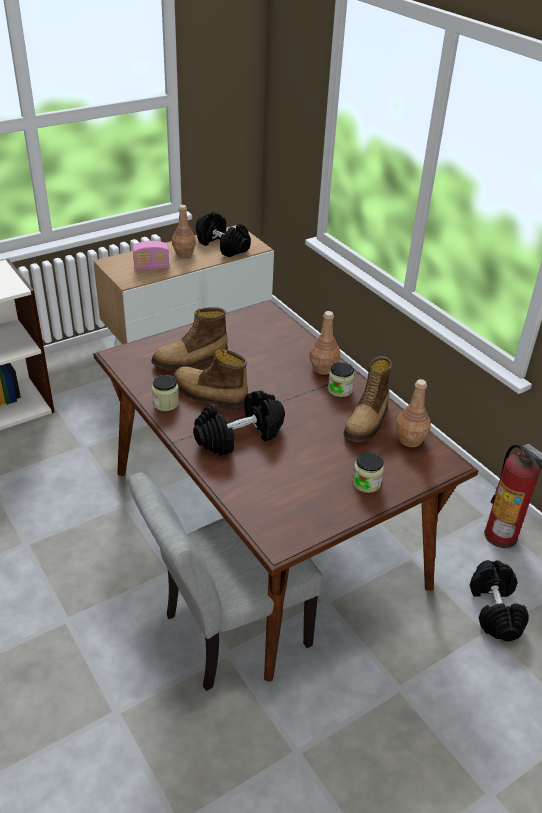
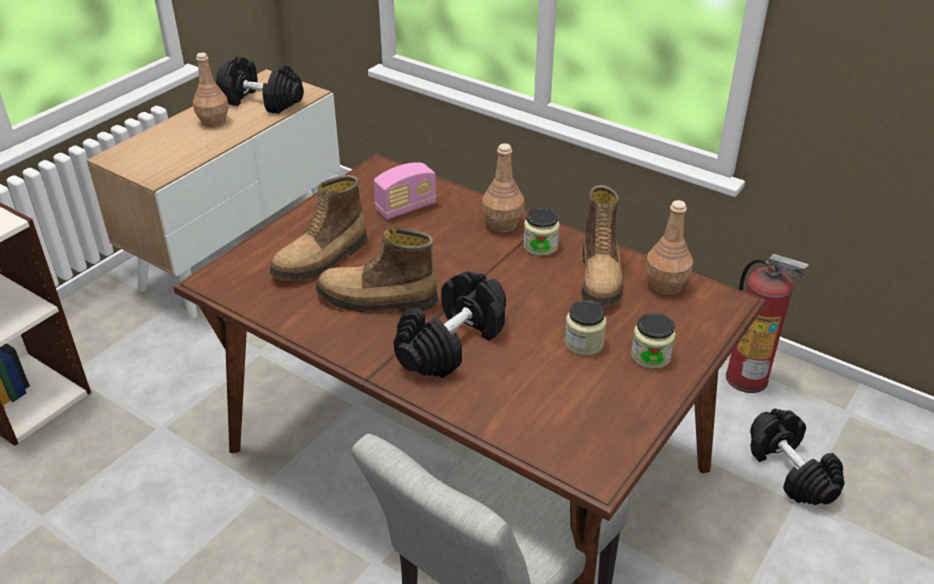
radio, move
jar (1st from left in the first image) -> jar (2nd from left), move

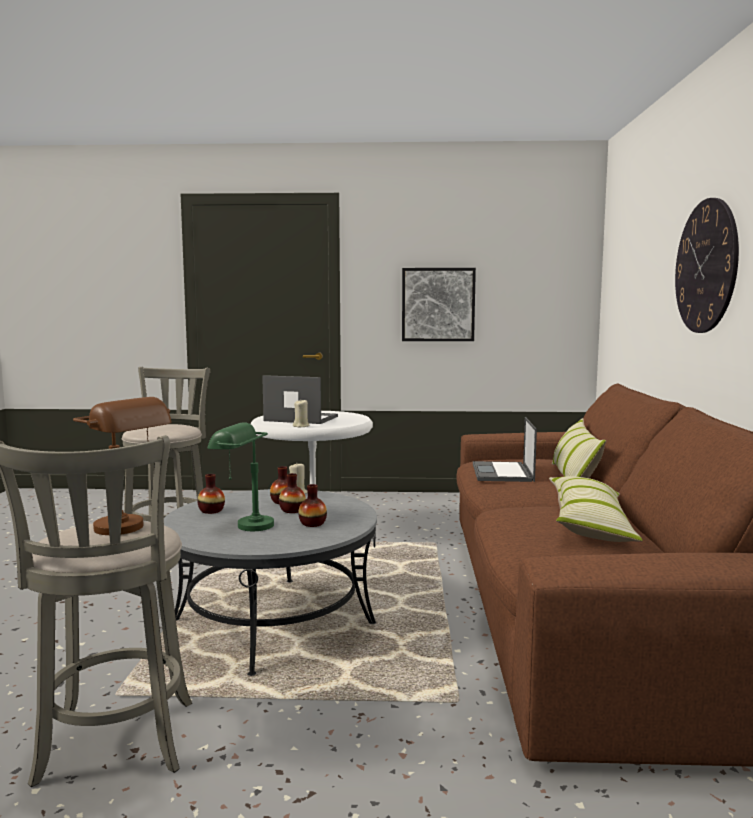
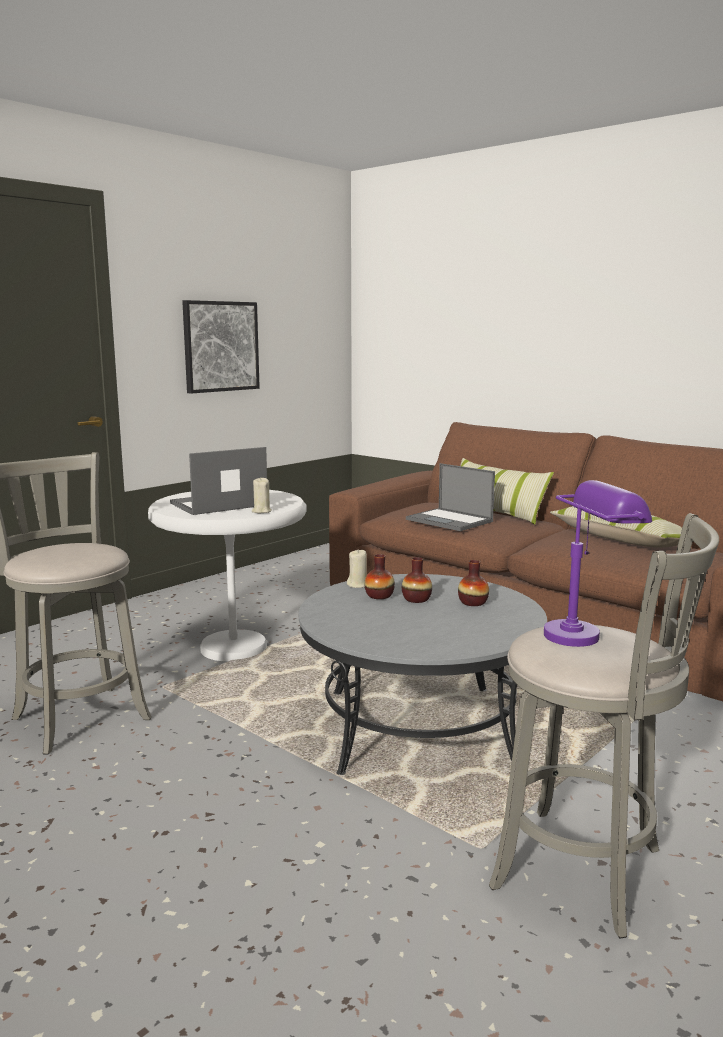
table lamp (brown) -> table lamp (purple)
vase (1st from left) -> none
table lamp (green) -> none
wall clock -> none

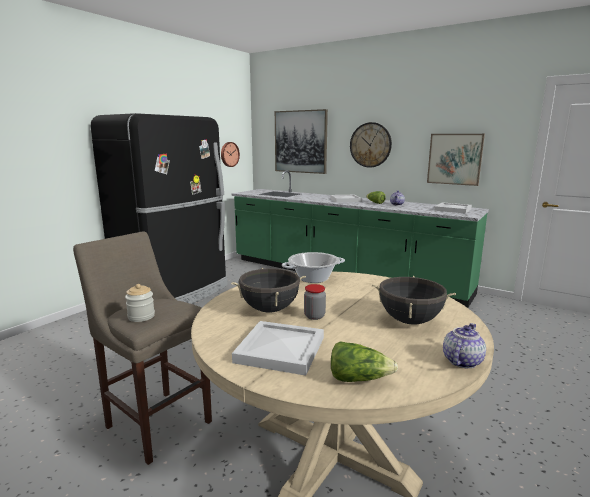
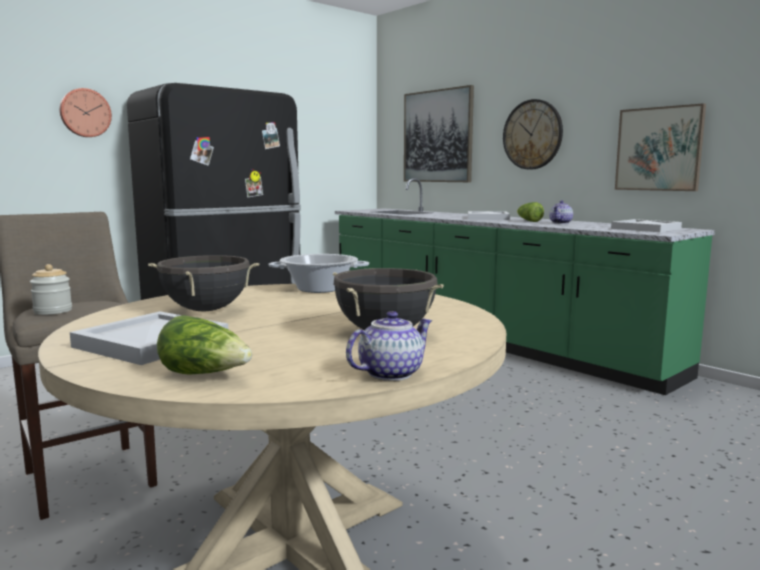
wall clock (1st from left), move
jar (2nd from left) -> none

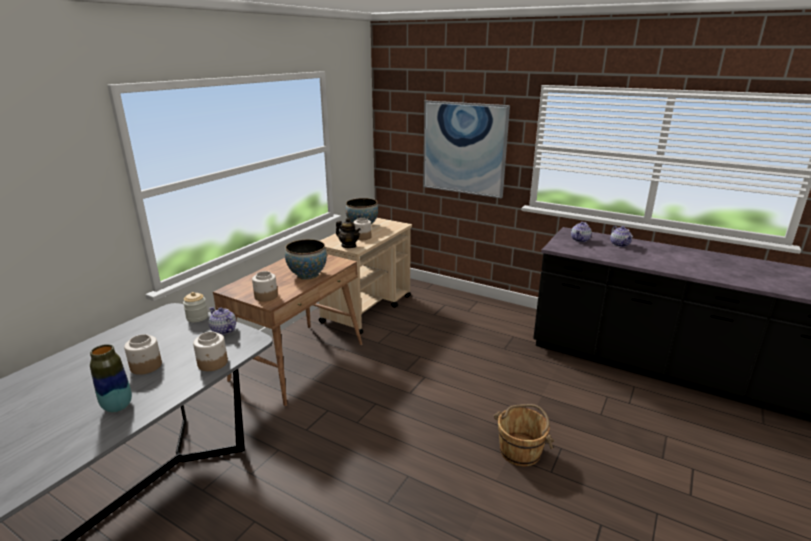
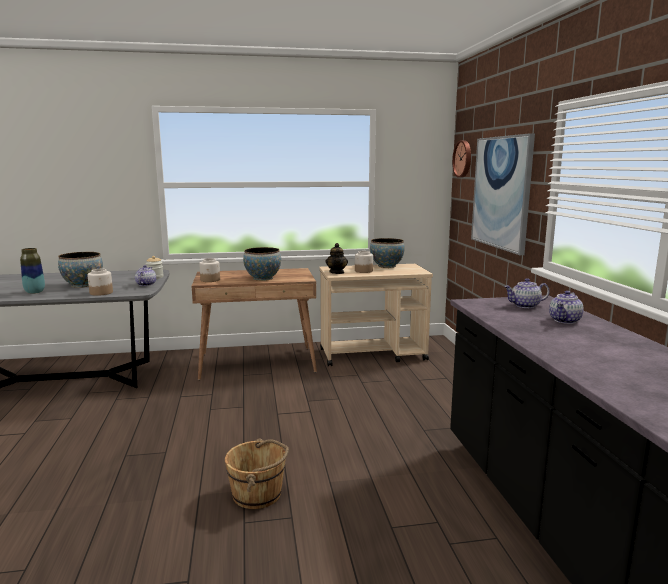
jar (1st from left) -> bowl (1st from left)
none -> wall clock

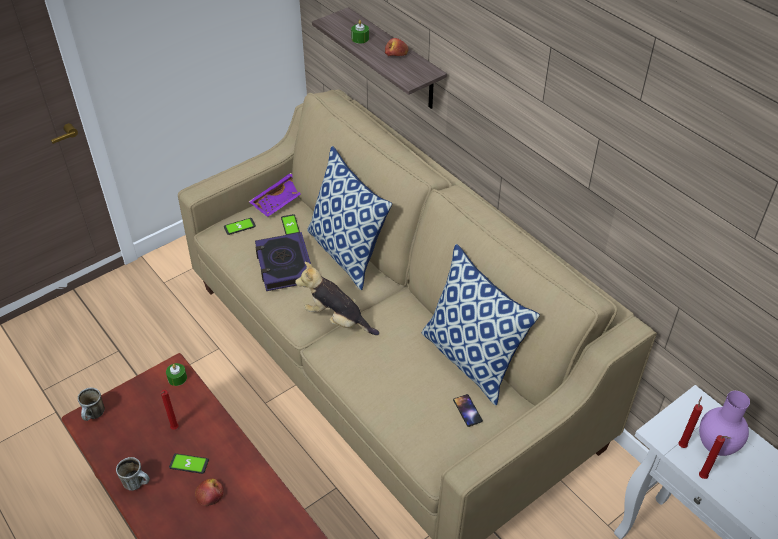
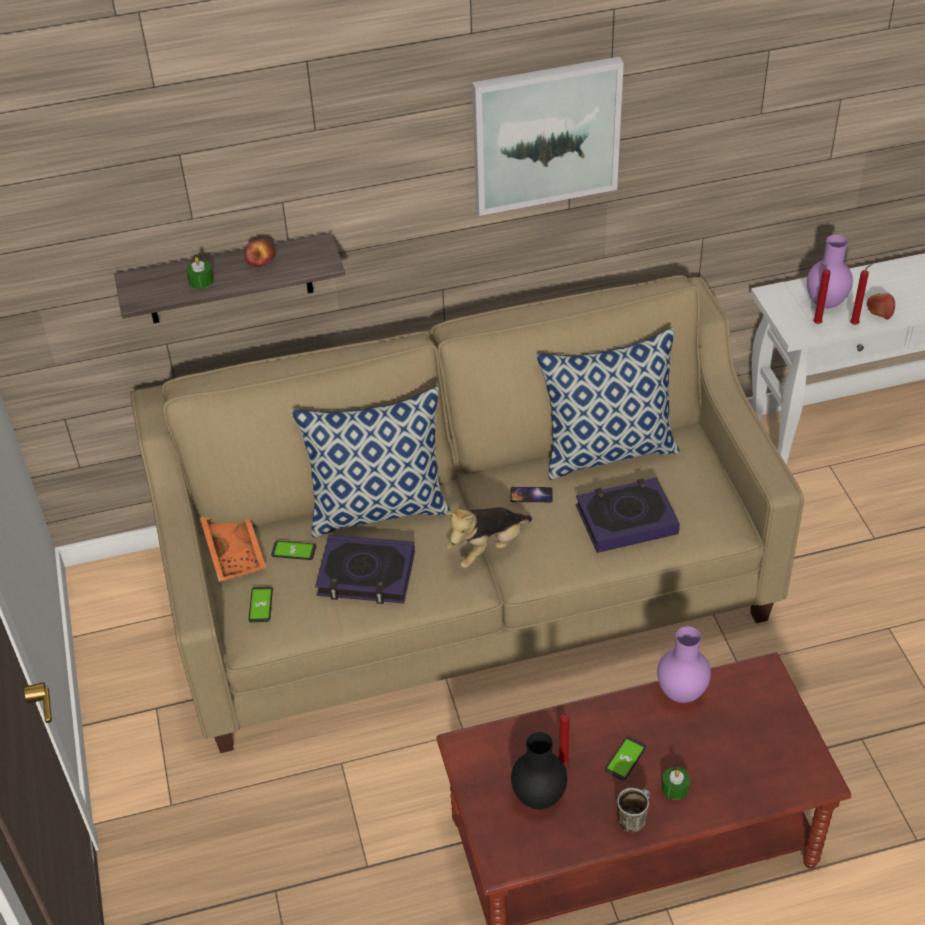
mug (1st from left) -> none
candle (green) (1st from left in the first image) -> candle (green) (2nd from left), move
apple (1st from left in the first image) -> apple (2nd from left), move
tray (purple) -> tray (orange)
phone (4th from left in the first image) -> phone (3rd from left), move
none -> picture
none -> vase (black)
none -> book (2nd from left)
none -> vase (purple) (1st from left)

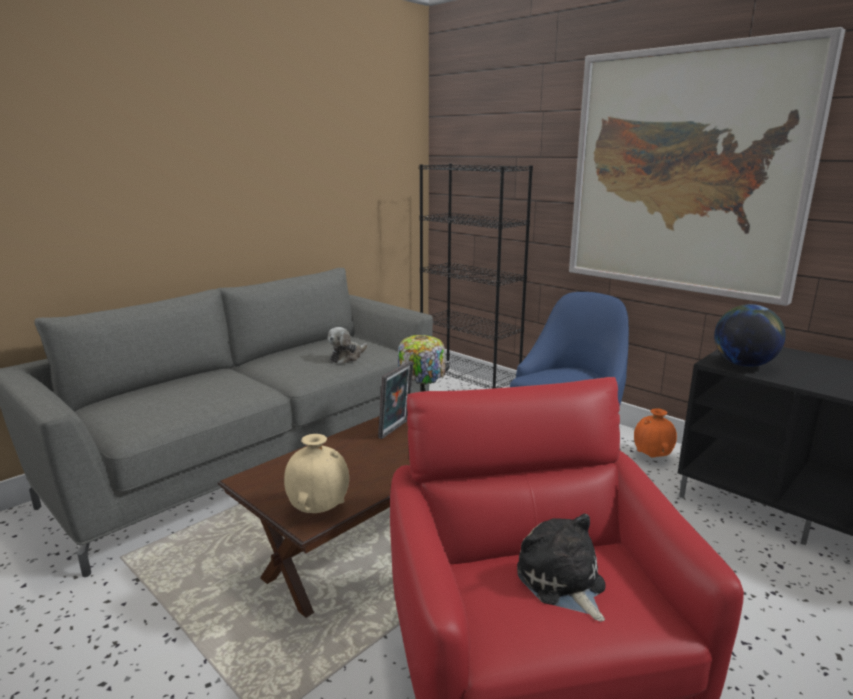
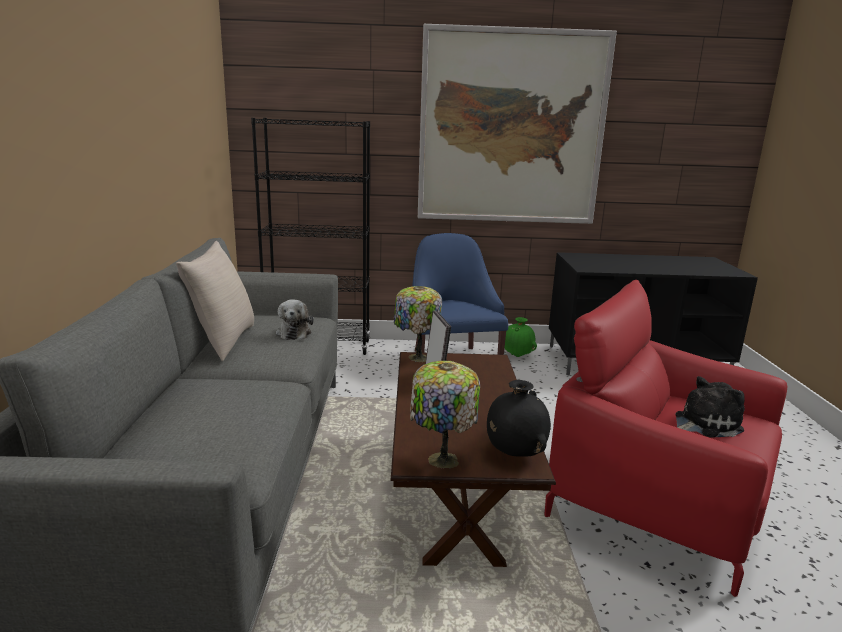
vase (beige) -> vase (black)
plush toy (2nd from left), 135 degrees clockwise
vase (orange) -> vase (green)
globe -> none
none -> pillow (beige)
none -> table lamp (2nd from left)

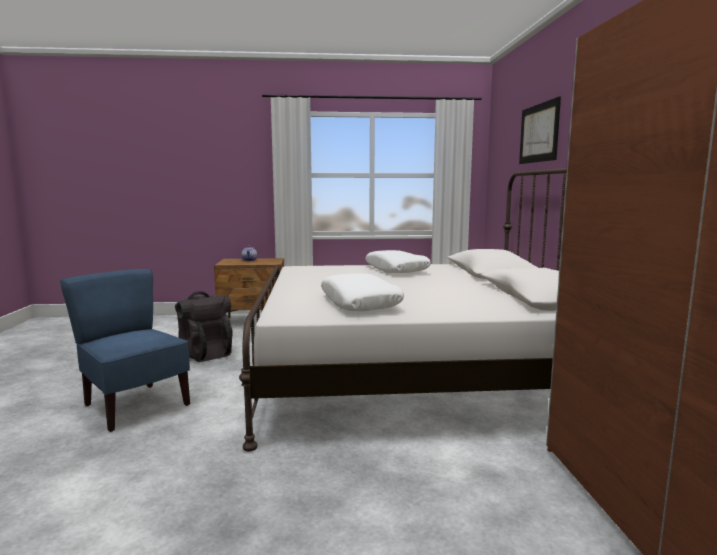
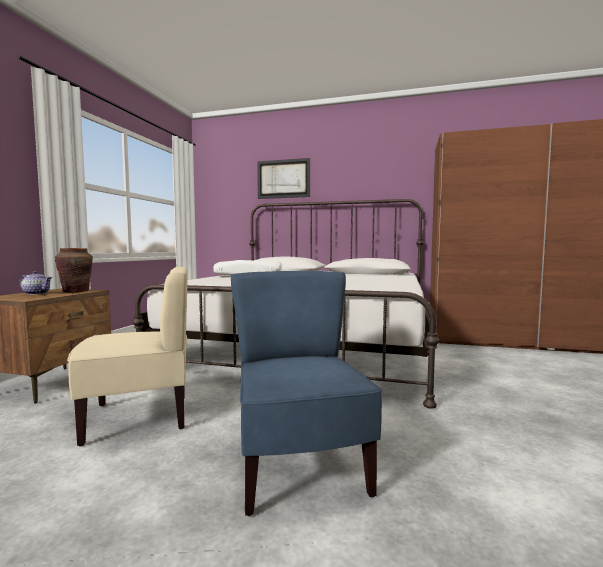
chair (blue), 105 degrees clockwise
backpack (black) -> chair (beige)
pillow (white) (1st from left) -> none
none -> vase (brown)

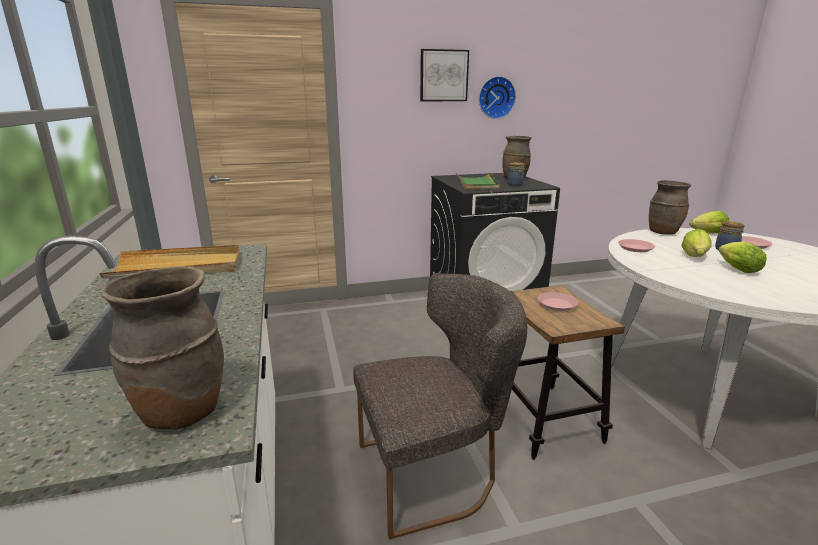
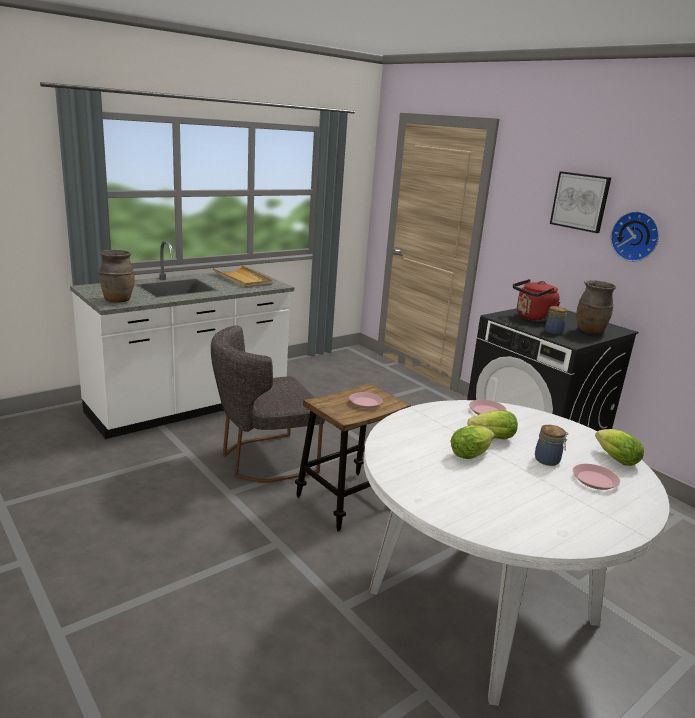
chair (grey), 105 degrees clockwise
tray (green) -> kettle (red)
vase (brown) (3rd from left) -> none

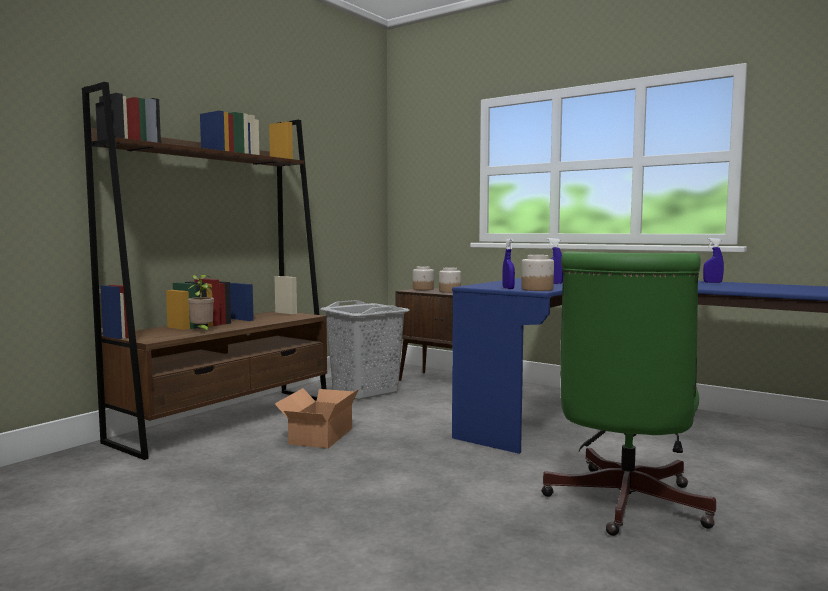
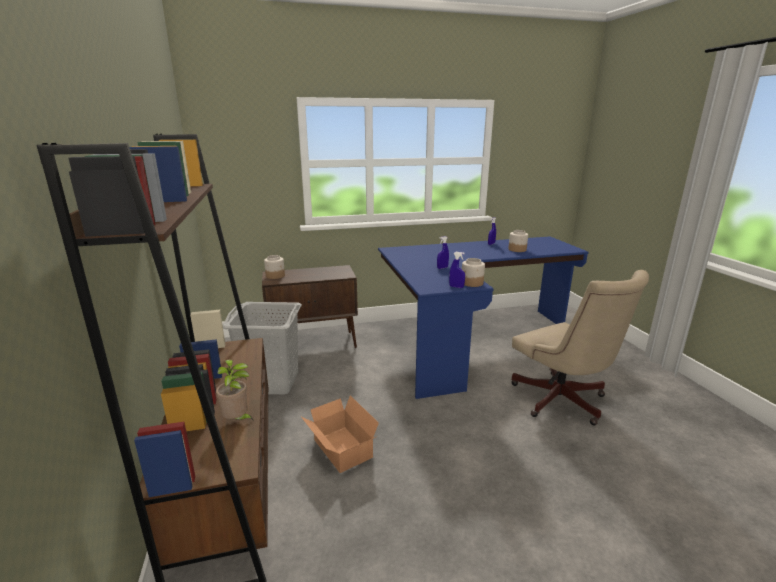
jar (2nd from left in the first image) -> jar (3rd from left), move
office chair (green) -> office chair (beige)

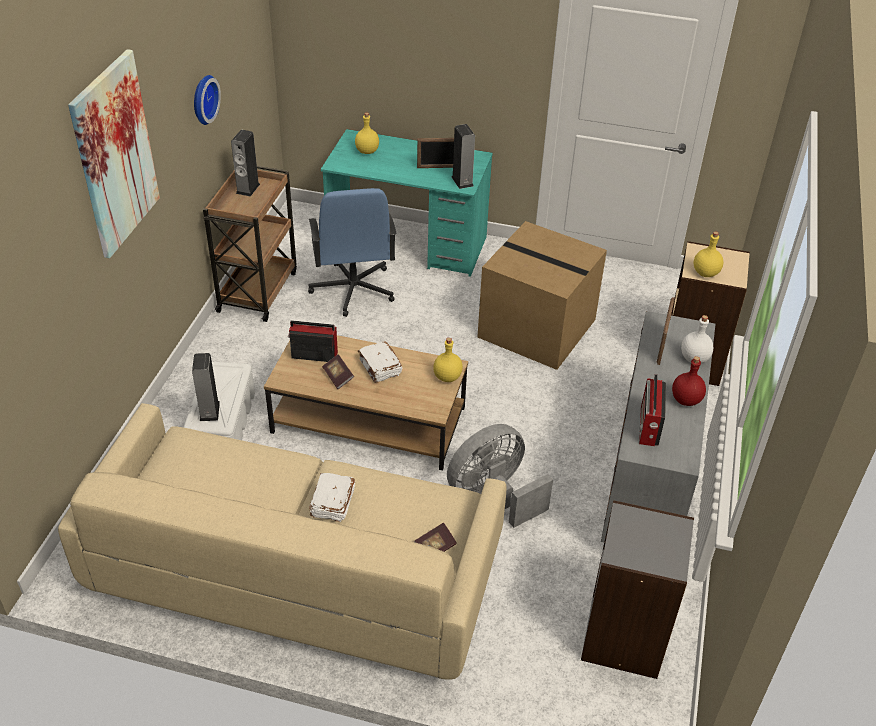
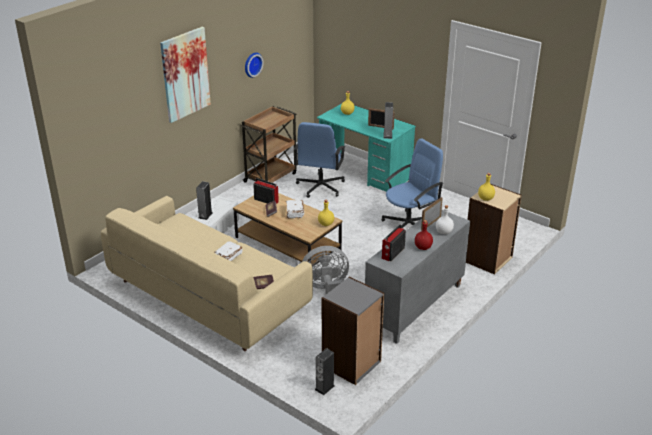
speaker (2nd from left), move
cardboard box -> office chair (blue) (2nd from left)

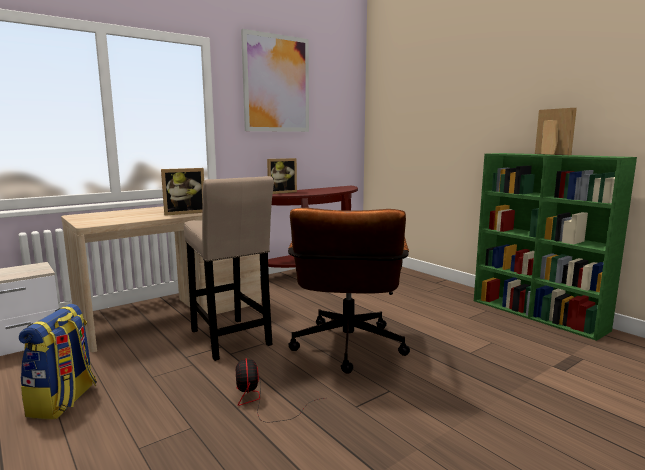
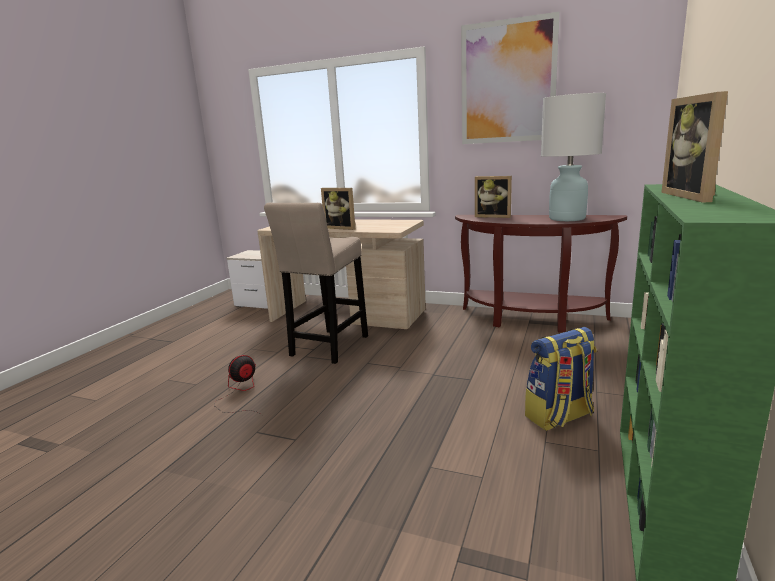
backpack, move
office chair (brown) -> none
picture frame (3rd from left), 150 degrees clockwise
none -> table lamp (white)

